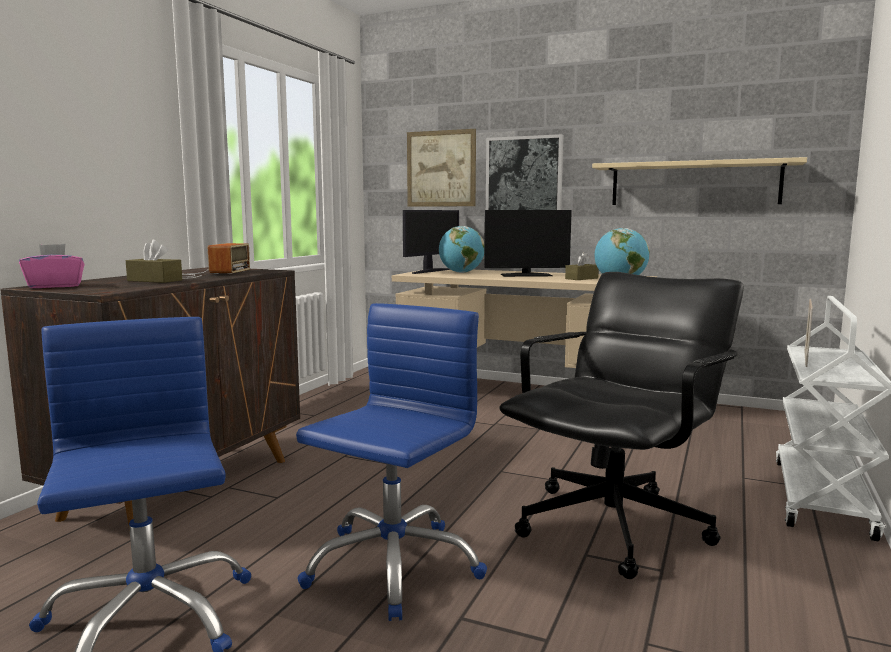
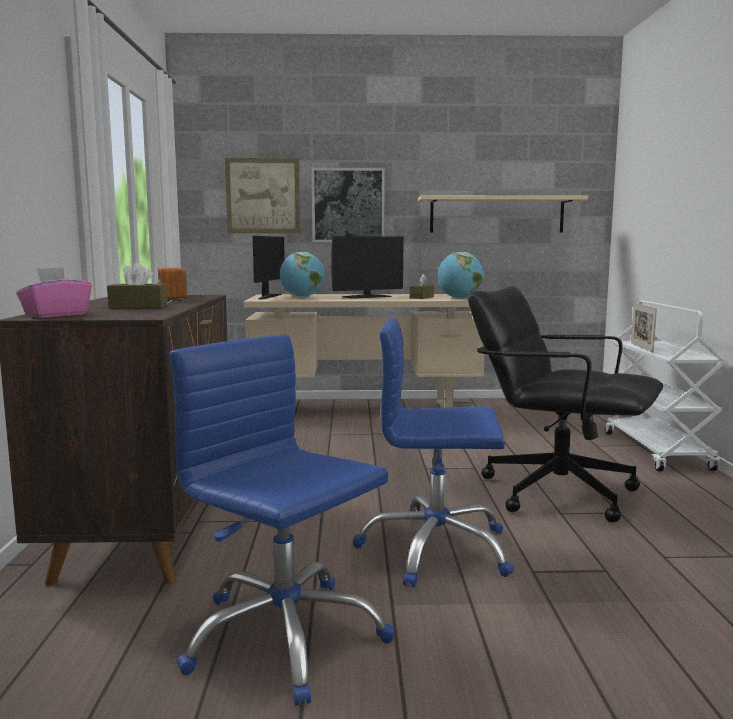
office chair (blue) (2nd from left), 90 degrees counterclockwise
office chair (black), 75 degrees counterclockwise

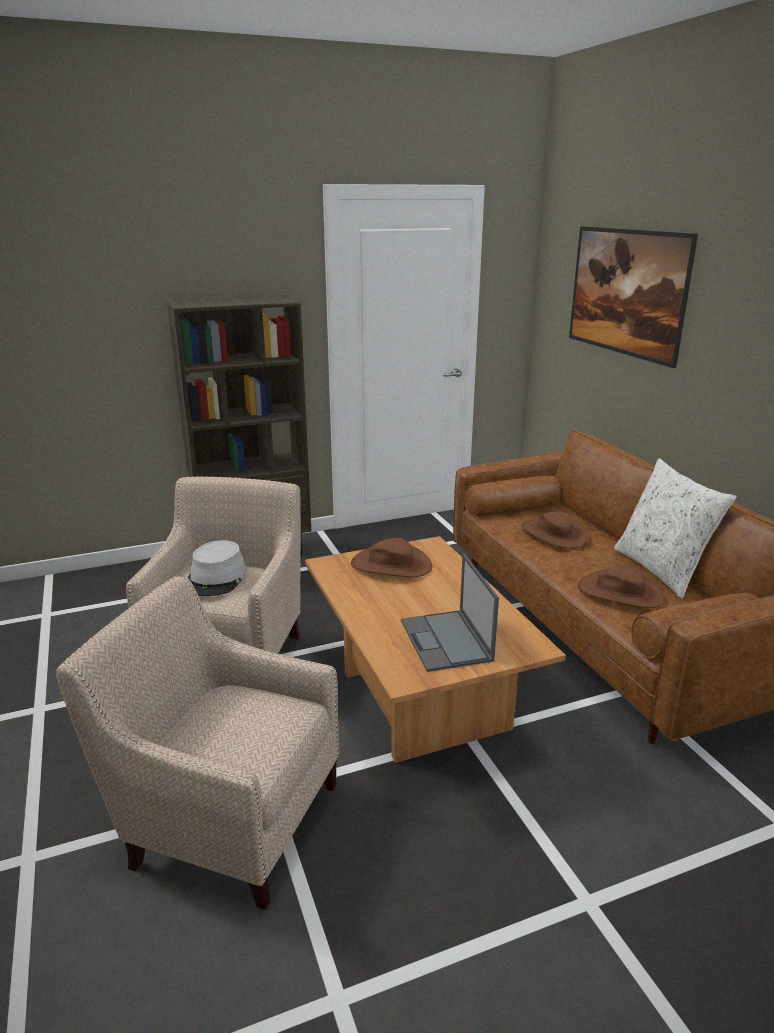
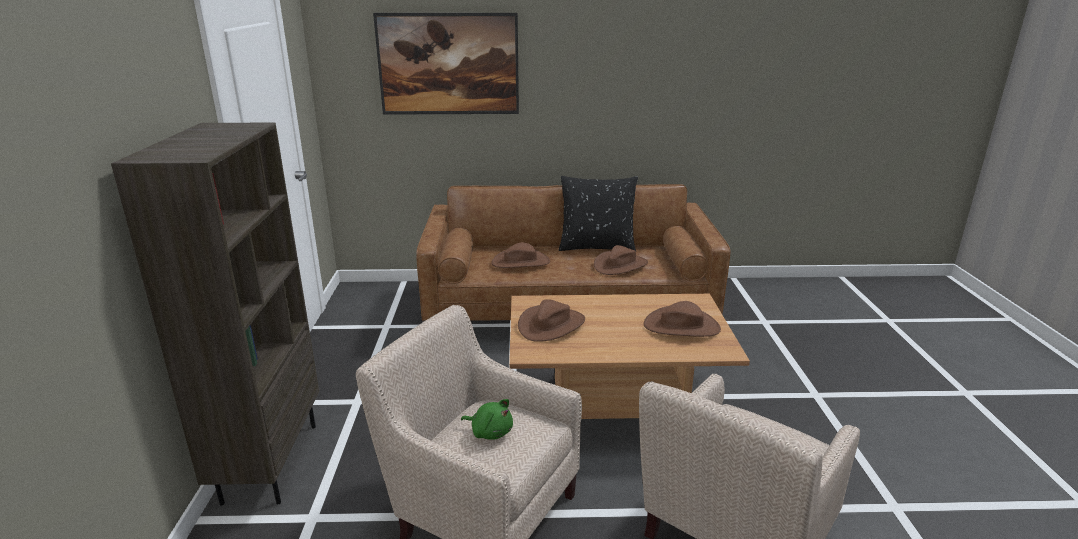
hat (grey) -> plush toy (green)
laptop -> hat (brown) (4th from left)
pillow (white) -> pillow (black)

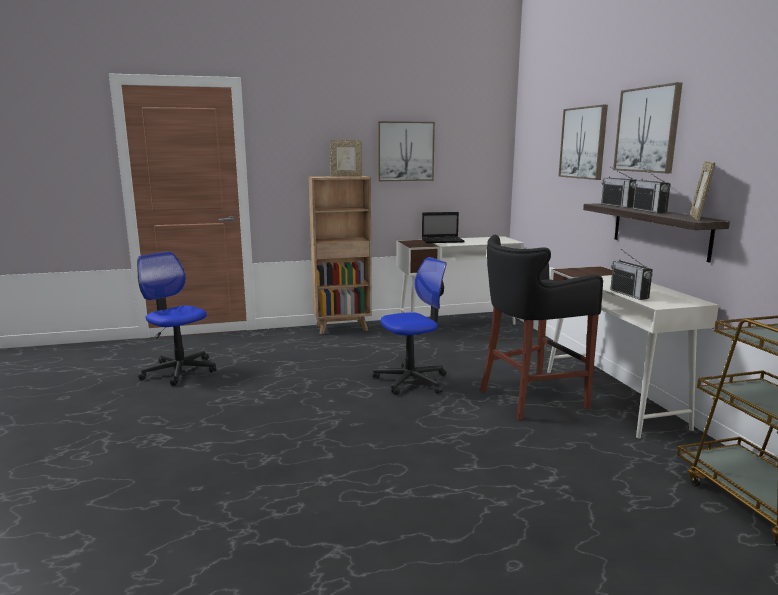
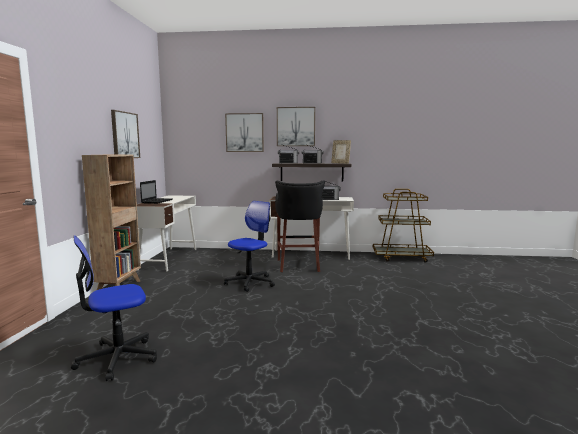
picture frame (1st from left) -> none
office chair (2nd from left), 45 degrees clockwise

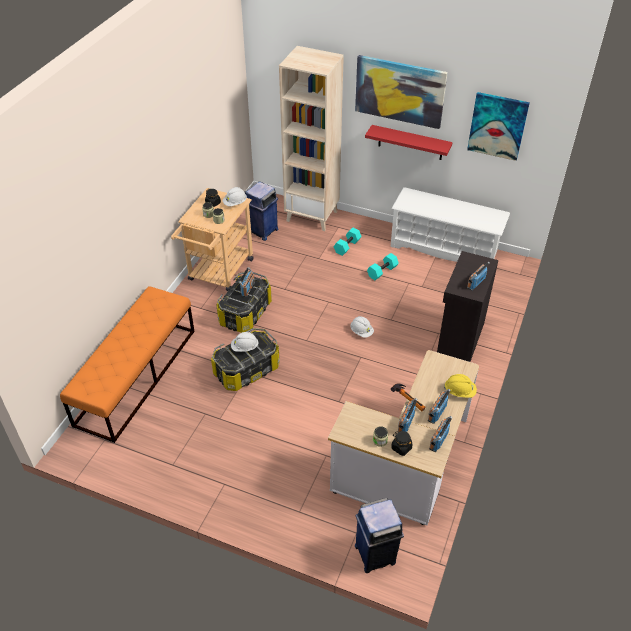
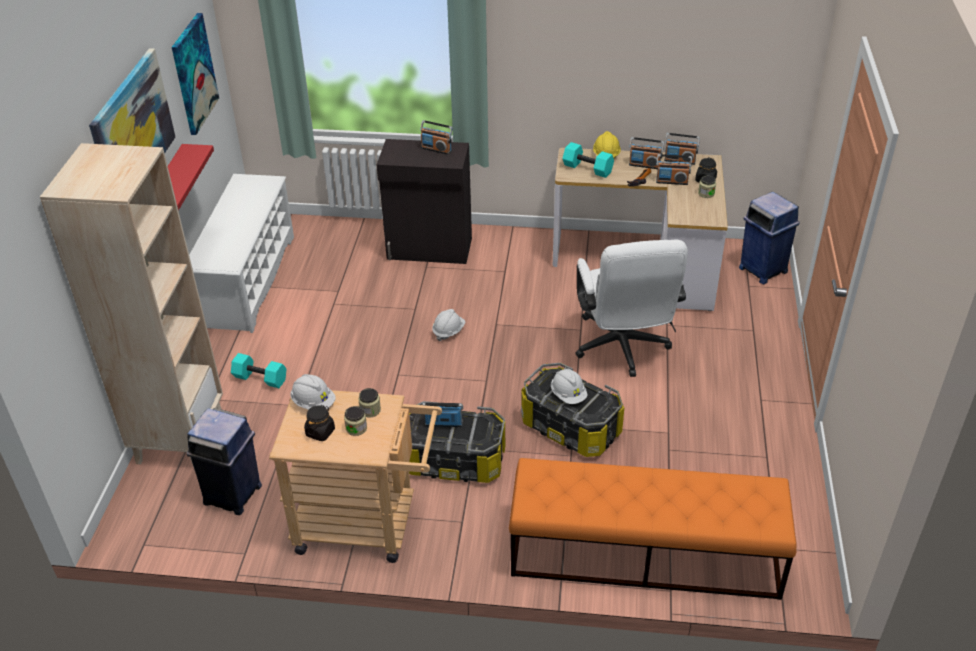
dumbbell (turquoise) (2nd from left), move
none -> office chair (white)

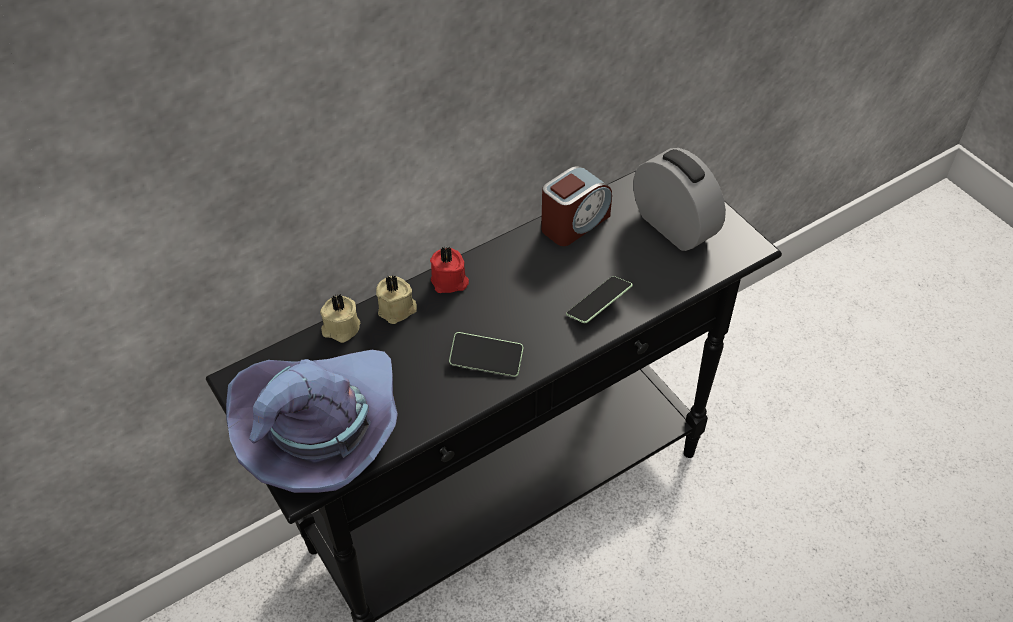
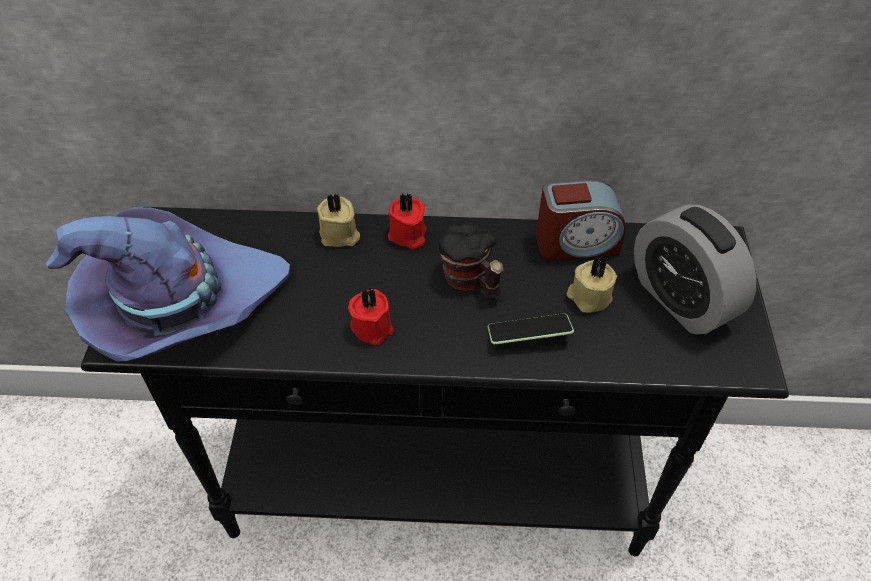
candle (beige) (1st from left in the first image) -> candle (beige) (2nd from left), move
phone (1st from left) -> candle (red) (1st from left)
alarm clock (2nd from left), 150 degrees clockwise
none -> mug

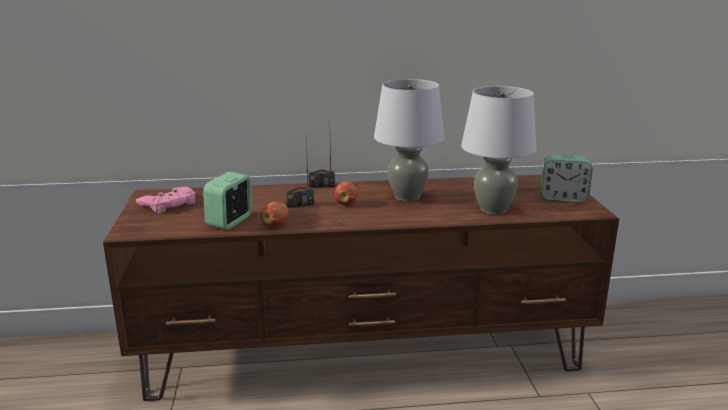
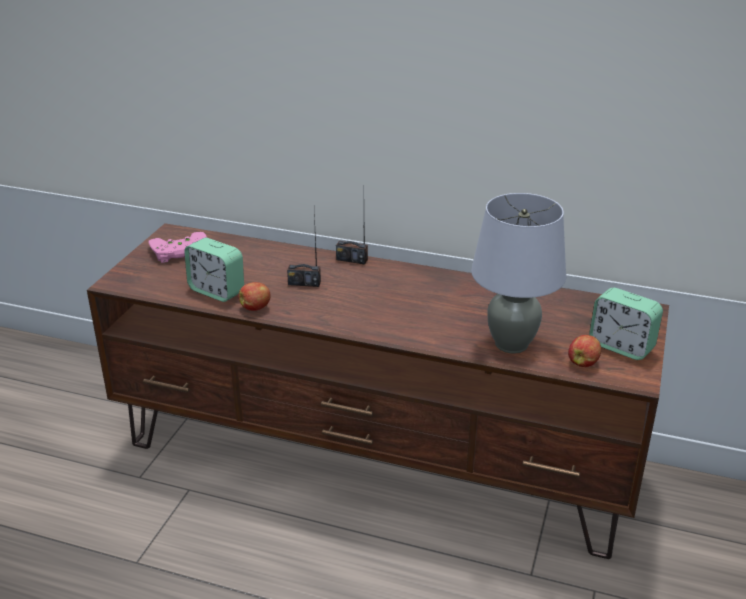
alarm clock (1st from left), 105 degrees counterclockwise
apple (2nd from left), move
table lamp (grey) (1st from left) -> none

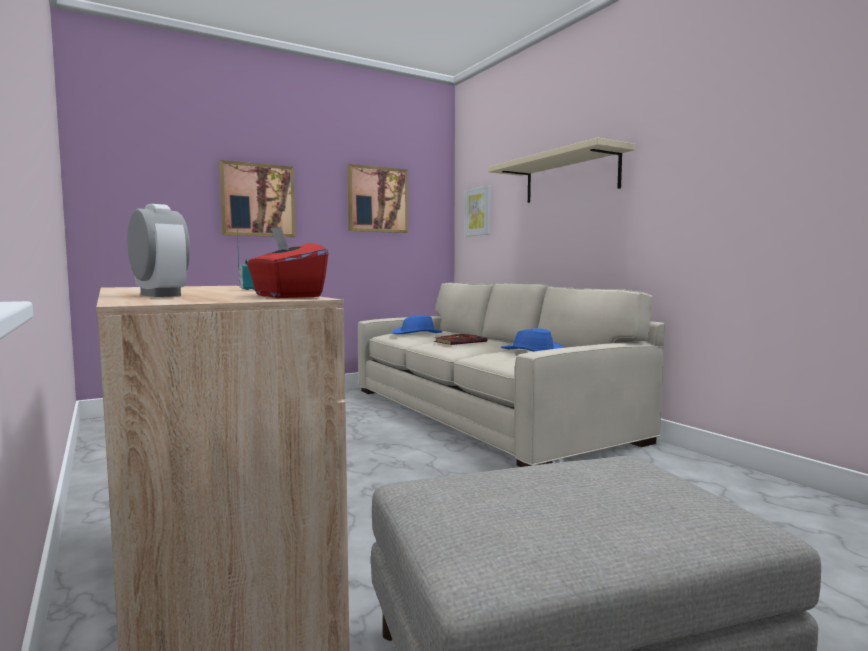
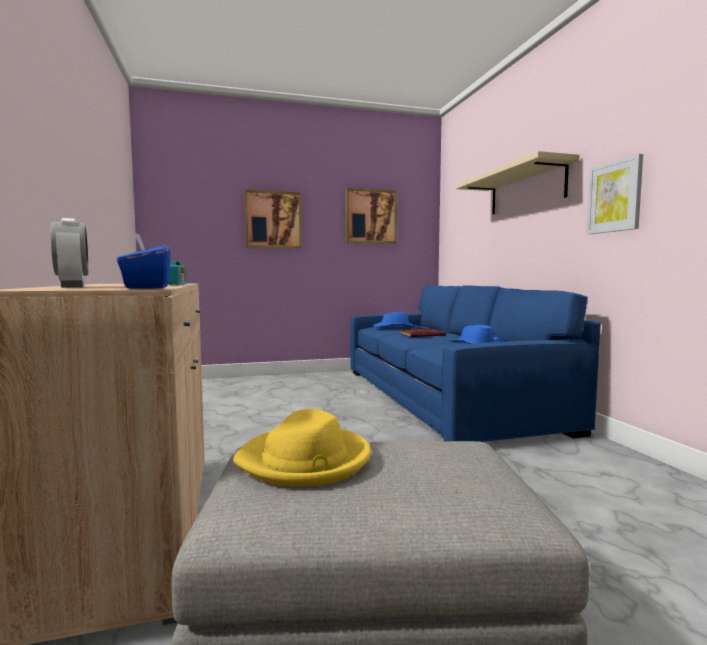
tissue box (red) -> tissue box (blue)
sofa (beige) -> sofa (blue)
picture (3rd from left), move
none -> hat (yellow)

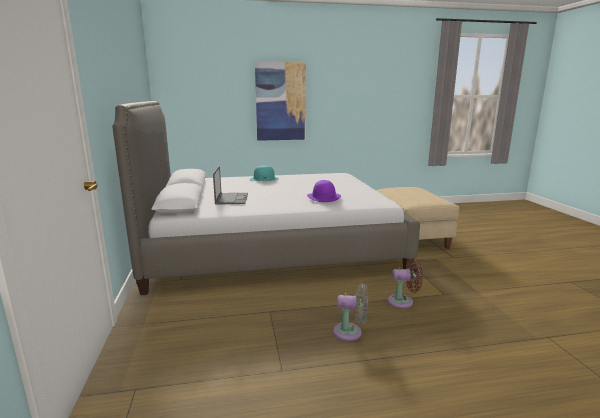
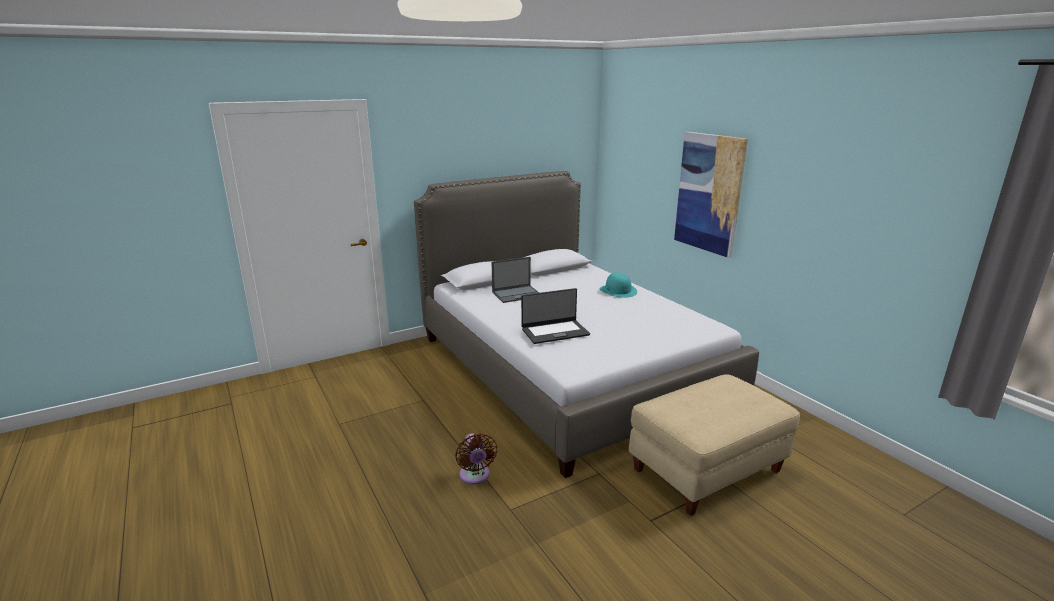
hat (purple) -> laptop (2nd from left)
fan (grey) -> none

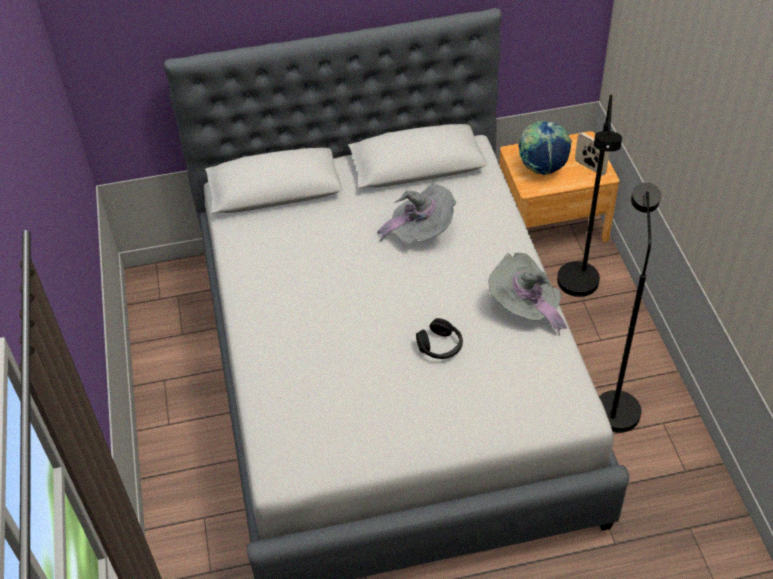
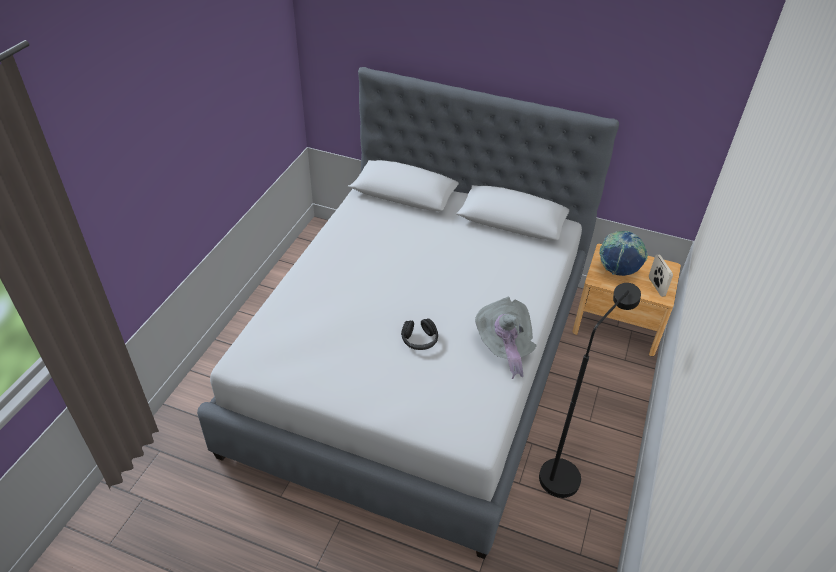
hat (grey) (1st from left) -> none
floor lamp (black) (1st from left) -> none

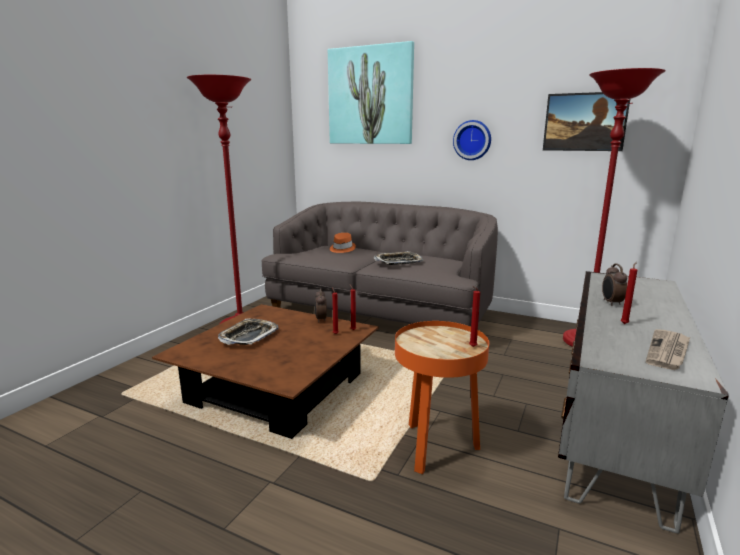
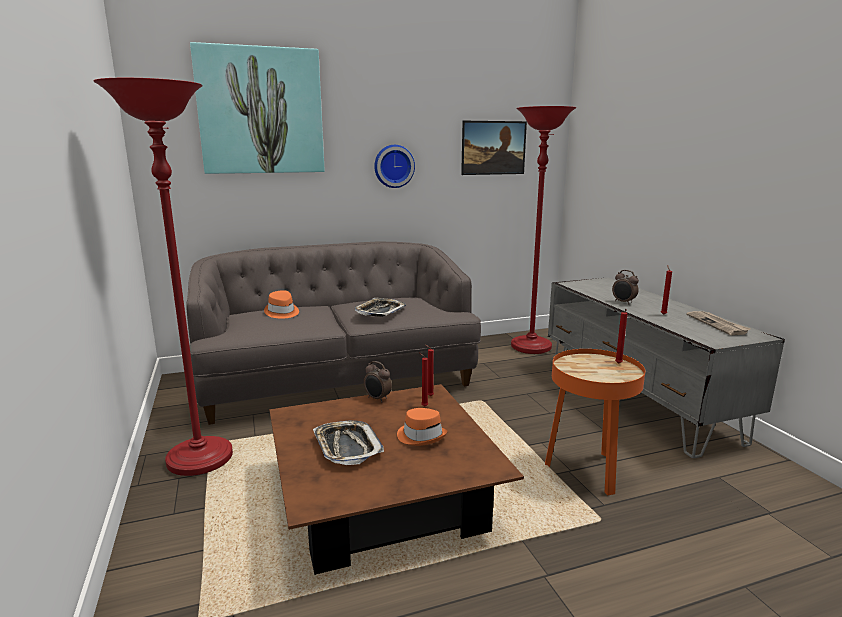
none -> hat (orange) (2nd from left)

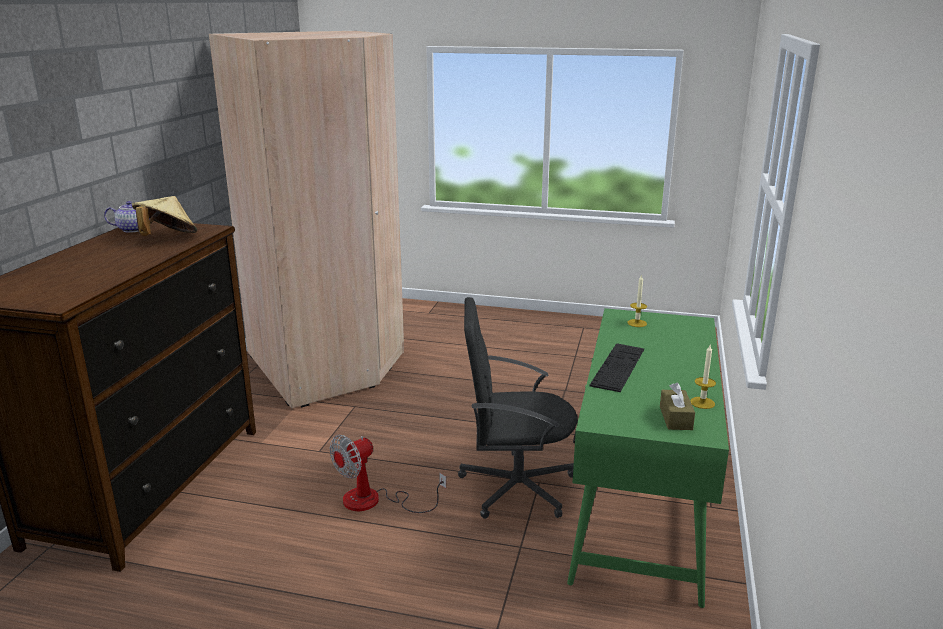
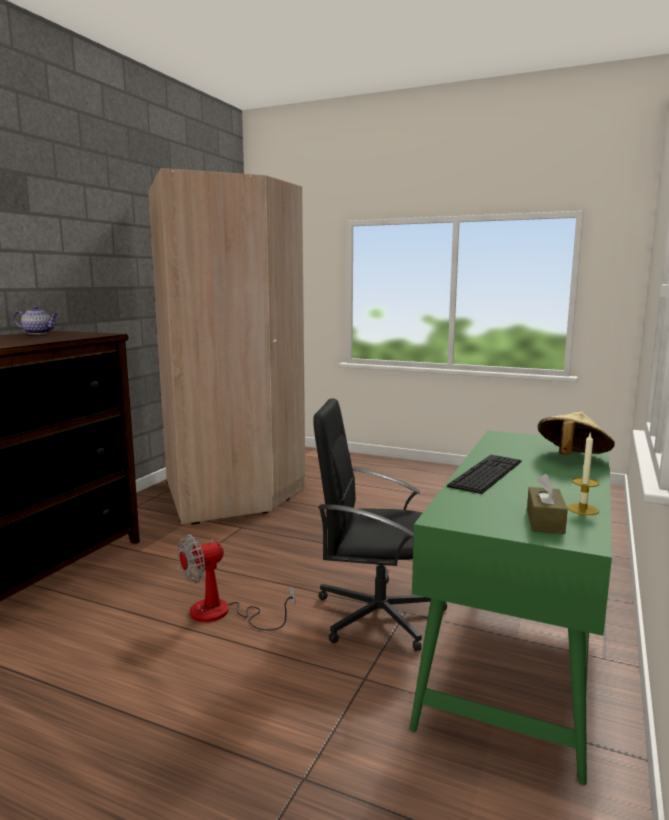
hat (beige), move
candle (1st from left) -> none

